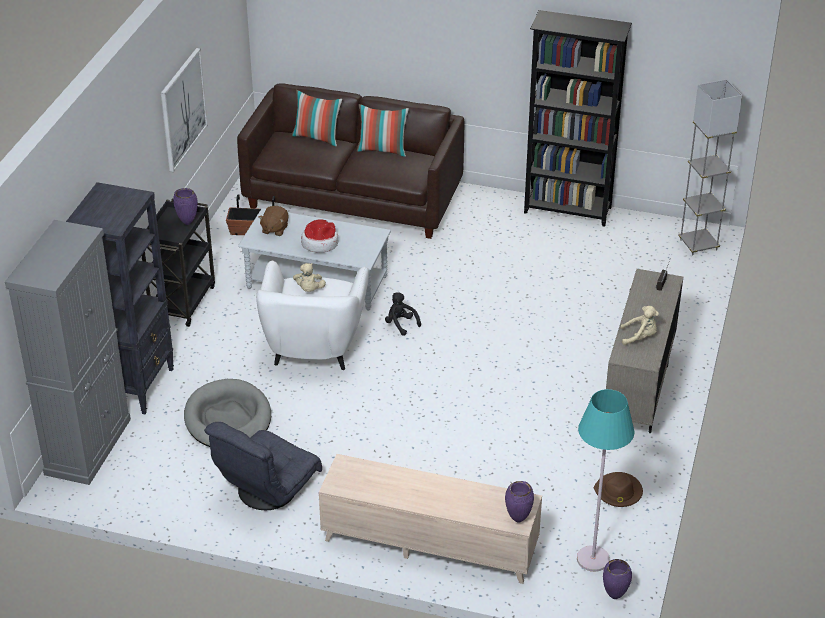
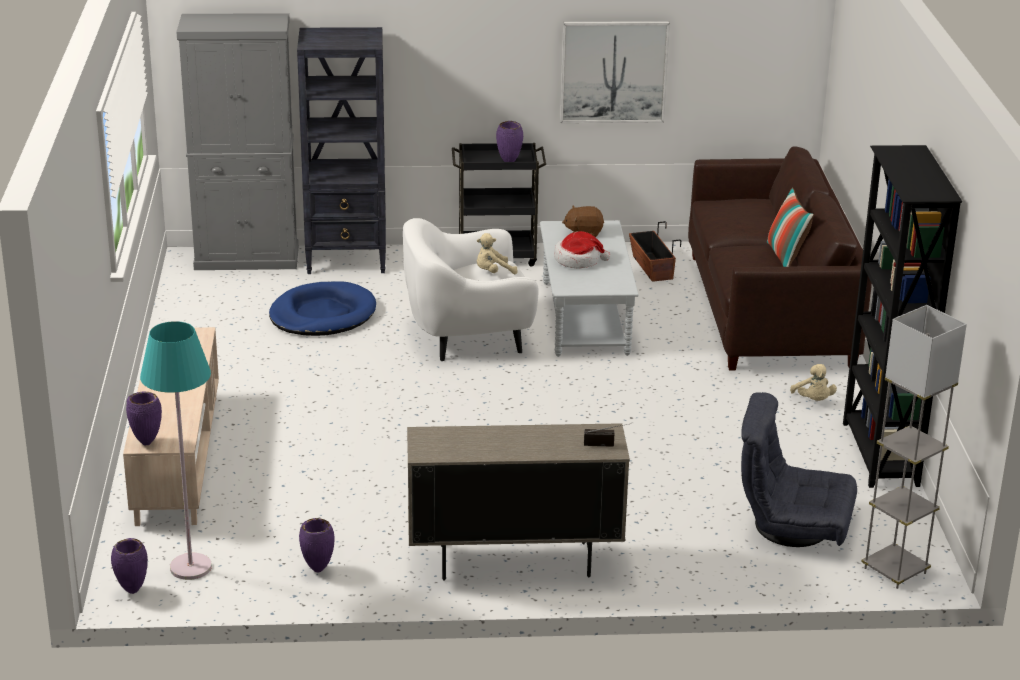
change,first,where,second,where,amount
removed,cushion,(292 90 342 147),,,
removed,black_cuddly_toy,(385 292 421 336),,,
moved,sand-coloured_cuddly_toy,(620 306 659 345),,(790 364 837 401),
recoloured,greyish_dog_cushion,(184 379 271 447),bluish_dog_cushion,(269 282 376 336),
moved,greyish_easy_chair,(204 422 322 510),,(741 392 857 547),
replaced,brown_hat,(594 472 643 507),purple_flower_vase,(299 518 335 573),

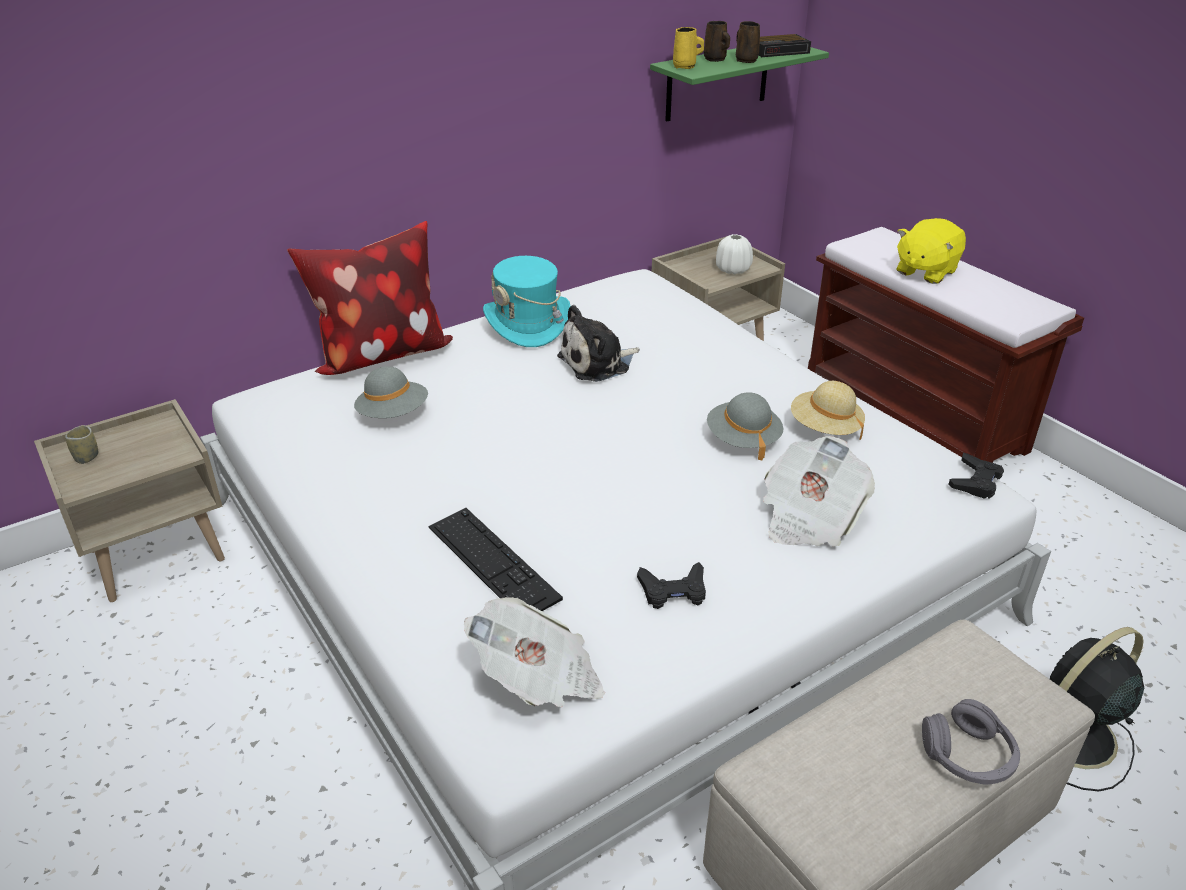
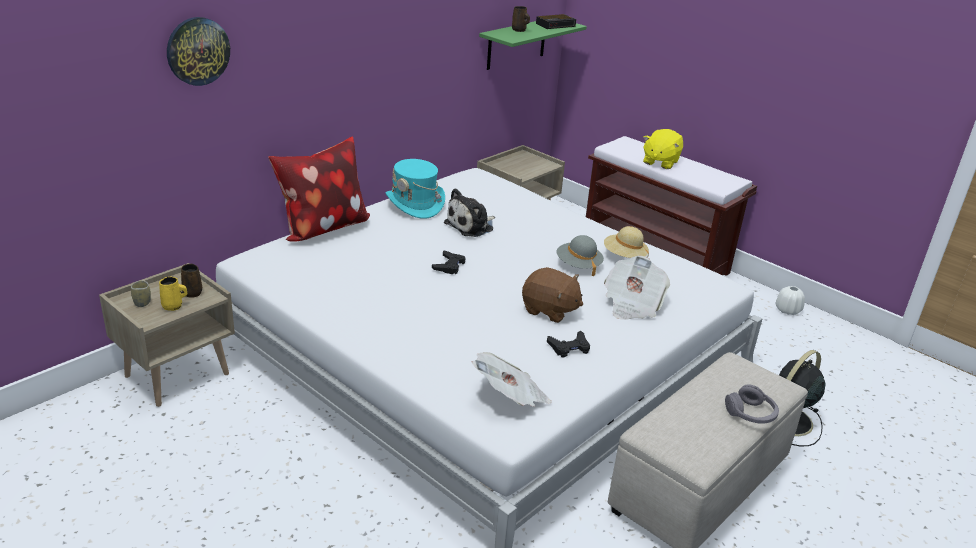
change,first,where,second,where,amount
moved,brown_coffee_mug,(736 21 760 63),,(181 264 202 298),
moved,yellow-coloured_coffee_mug,(673 27 704 69),,(159 277 187 311),
moved,whitish_flower_vase,(716 234 753 274),,(775 286 805 315),
removed,greyish_hat,(354 366 428 418),,,
moved,black_gamepad,(948 453 1004 499),,(432 250 466 274),
removed,PC_keyboard,(429 508 563 611),,,
added,,,wall_clock,(167 17 230 86),
added,,,brown_cuddly_toy,(522 267 583 323),

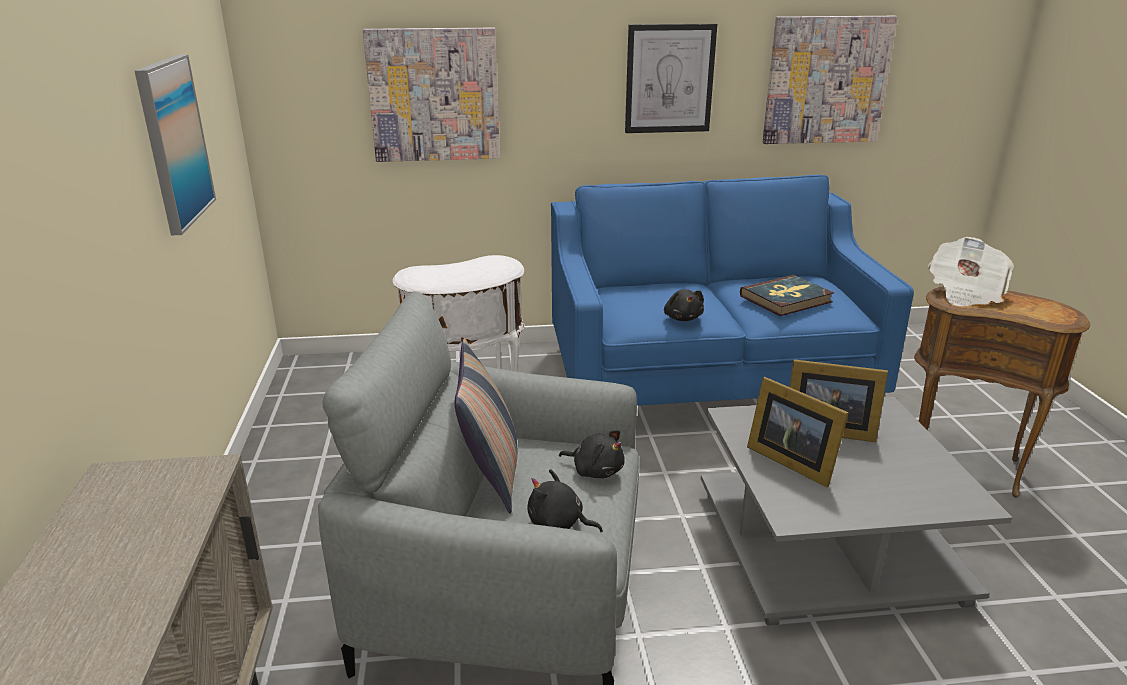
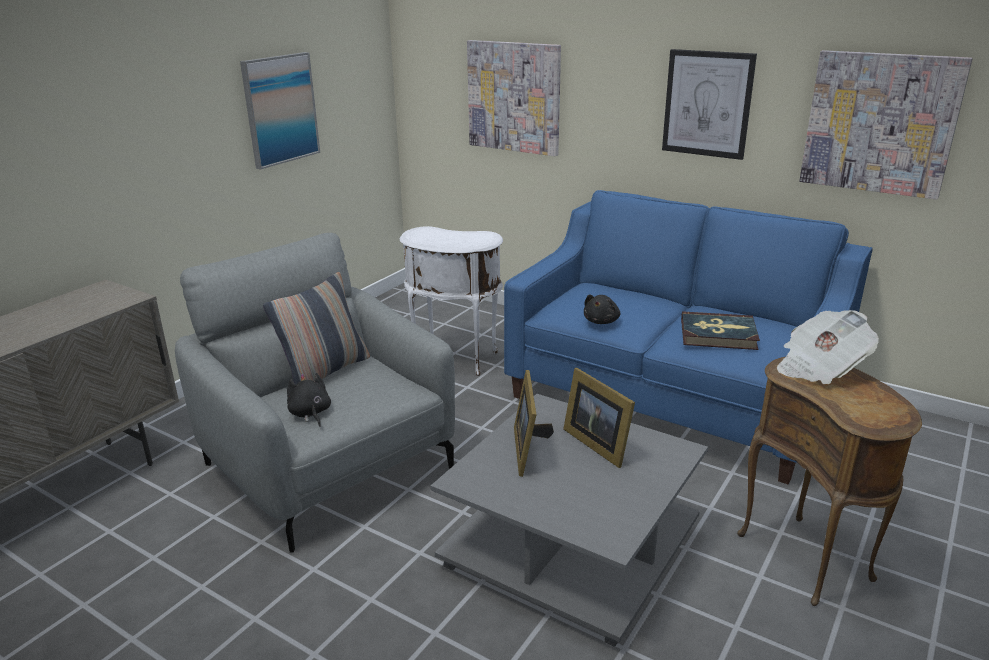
change,first,where,second,where,amount
removed,black_cuddly_toy,(559 430 625 478),,,

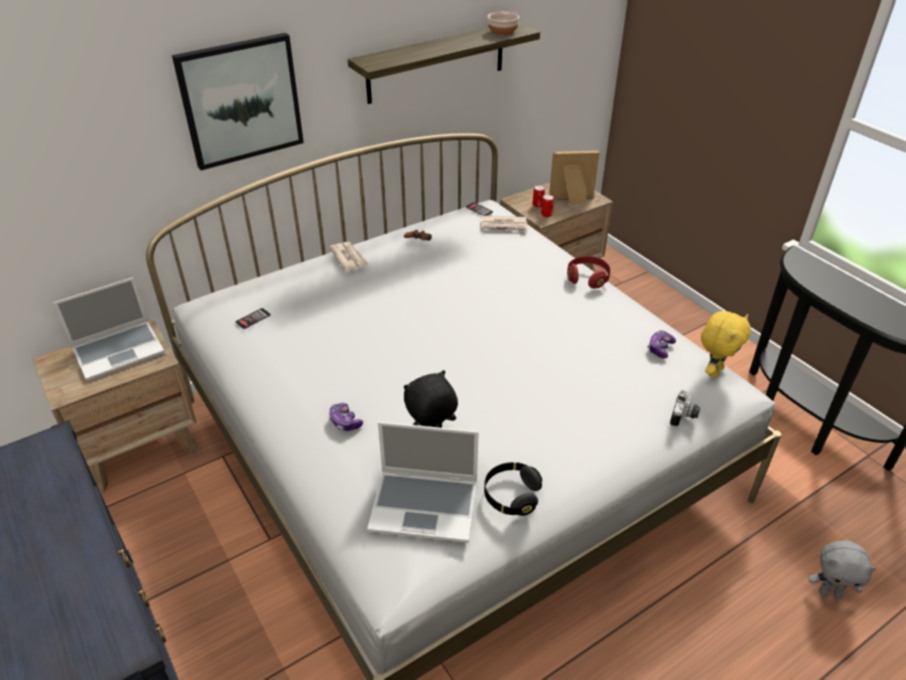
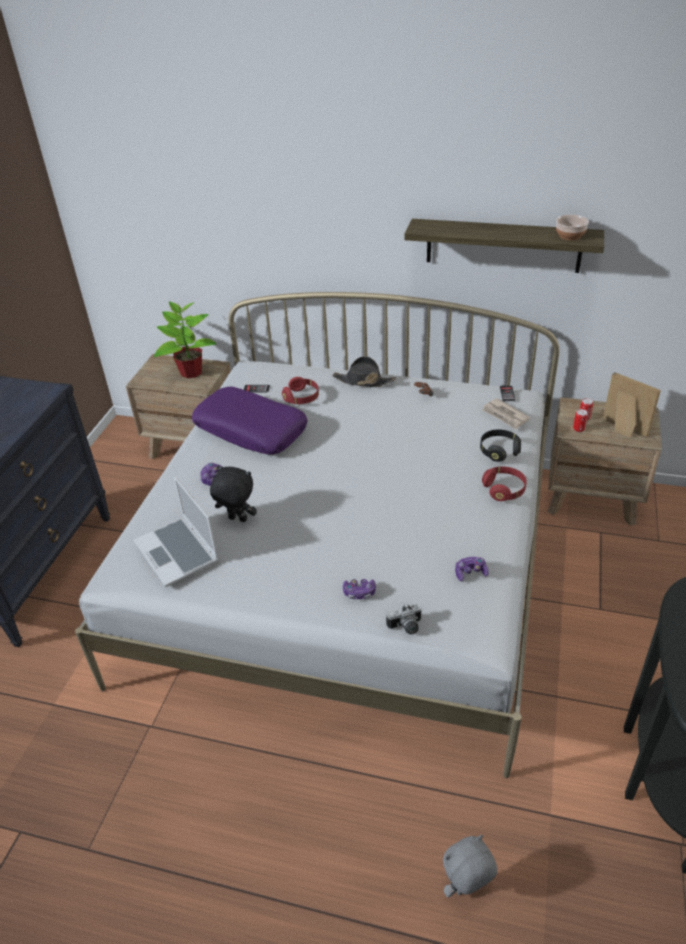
change,first,where,second,where,amount
removed,picture,(172 33 304 170),,,
replaced,printed_paper,(330 242 370 272),black_hat,(333 356 396 387),
replaced,notebook_computer,(53 277 165 381),plant_in_a_pot,(154 302 216 378),
removed,yellow-coloured_cuddly_toy,(701 311 751 378),,,
moved,black_headphones,(484 462 542 516),,(480 430 521 462),
turned,greyish_cuddly_toy,(808 540 876 599),,(443 835 497 898),90 degrees clockwise
added,,,red_headphones,(282 377 319 404),
added,,,purple_cushion,(192 387 308 455),
added,,,gamepad,(343 579 376 599),

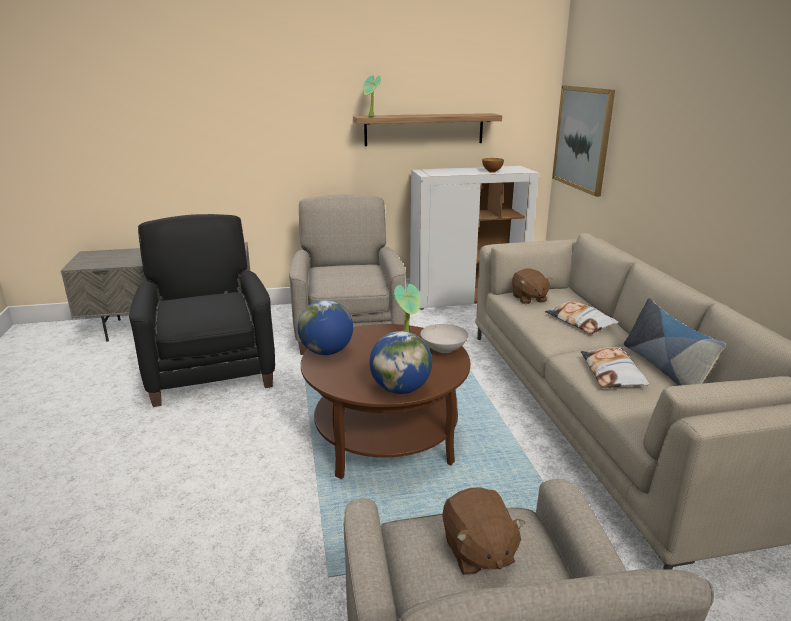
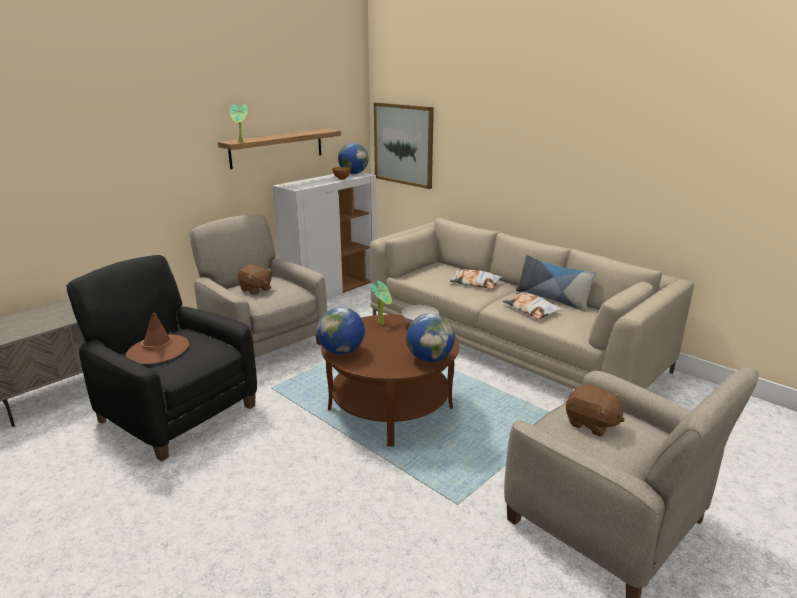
change,first,where,second,where,amount
moved,brown_cuddly_toy,(512 268 552 304),,(238 265 272 295),
added,,,desk_globe,(338 143 368 174),
added,,,brown_hat,(126 313 189 364),

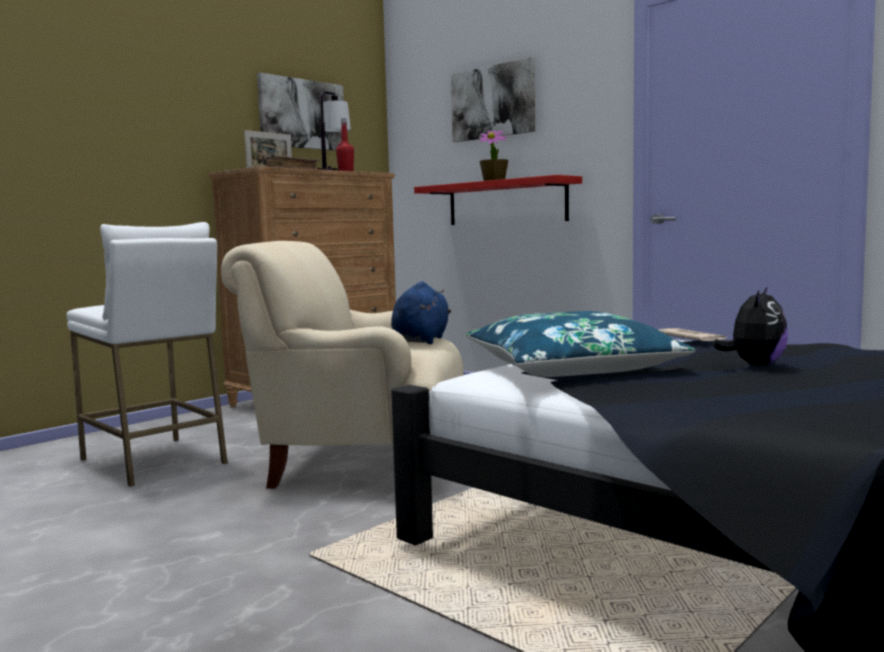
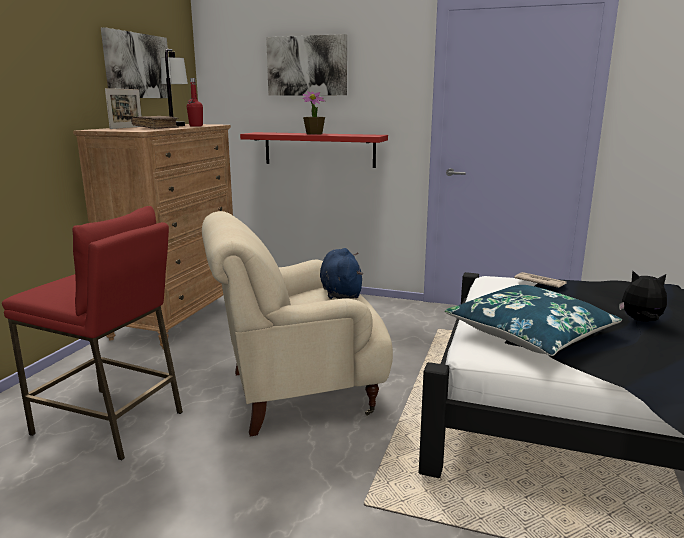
change,first,where,second,where,amount
recoloured,whitish_sitting_stool,(66 222 228 486),red_sitting_stool,(2 206 183 460),
turned,cuddly_toy,(713 286 788 366),,(619 271 667 322),75 degrees counterclockwise

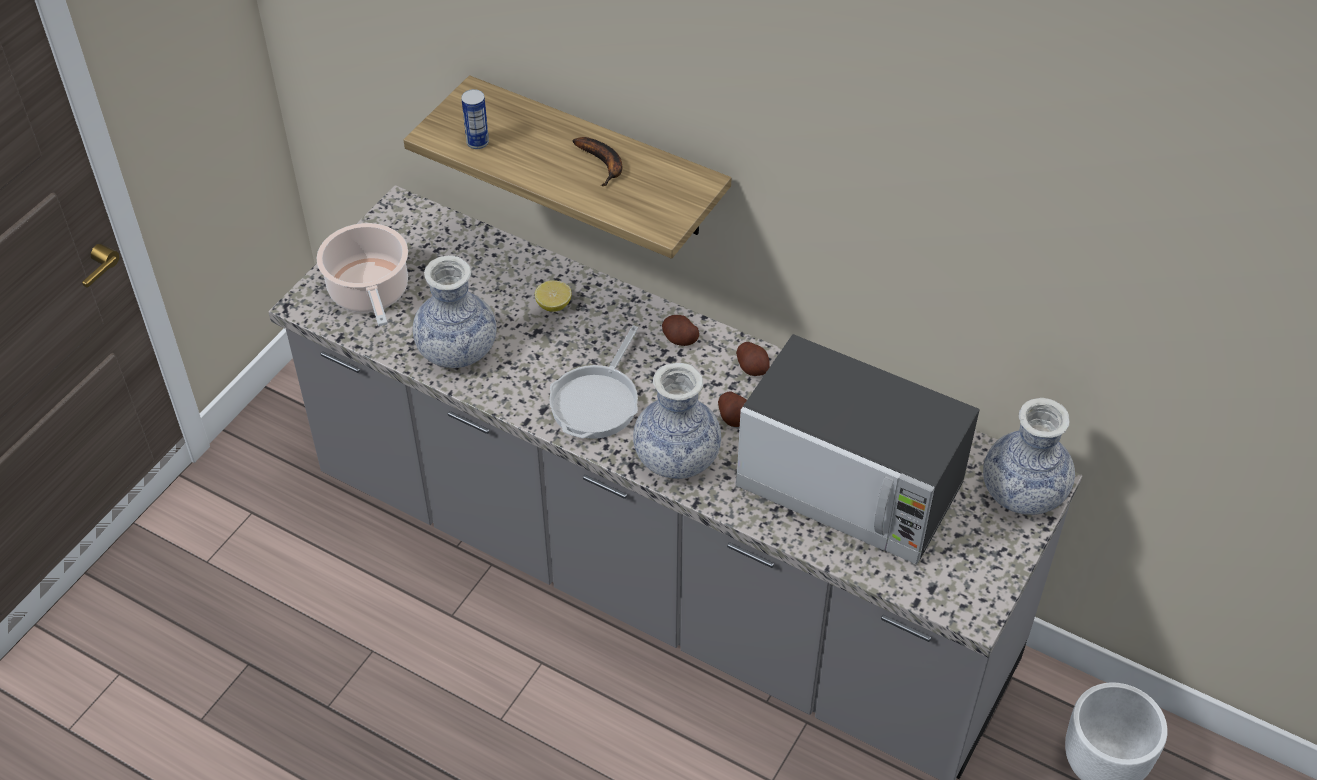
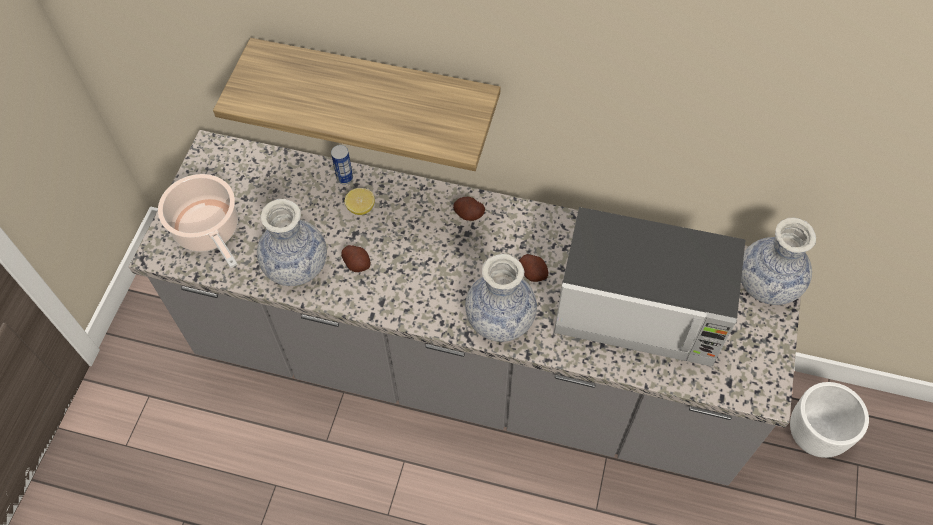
change,first,where,second,where,amount
moved,can,(461 89 489 149),,(331 145 353 185),
removed,banana_fruit,(573 137 622 186),,,
removed,skillet,(549 326 638 439),,,
moved,spud,(736 342 770 376),,(341 245 370 272),

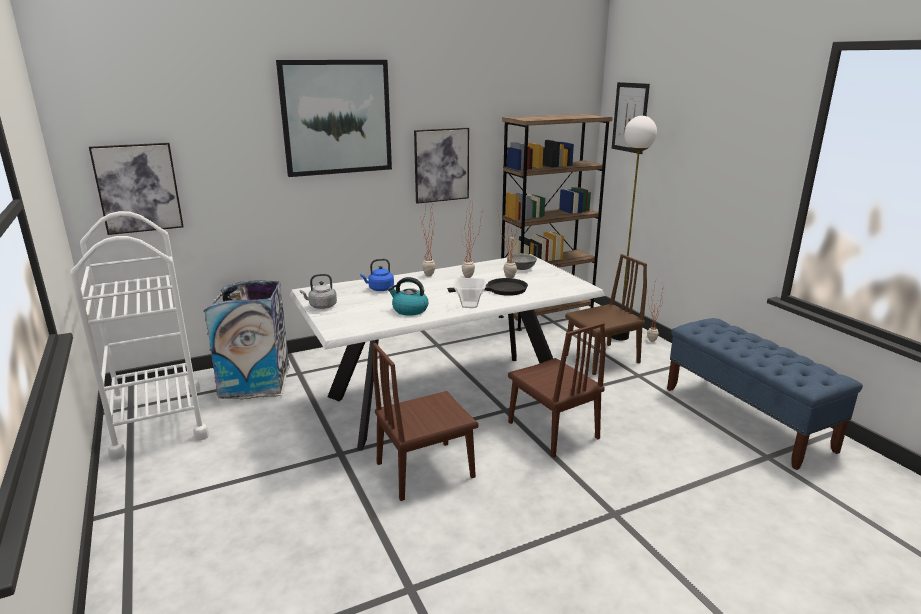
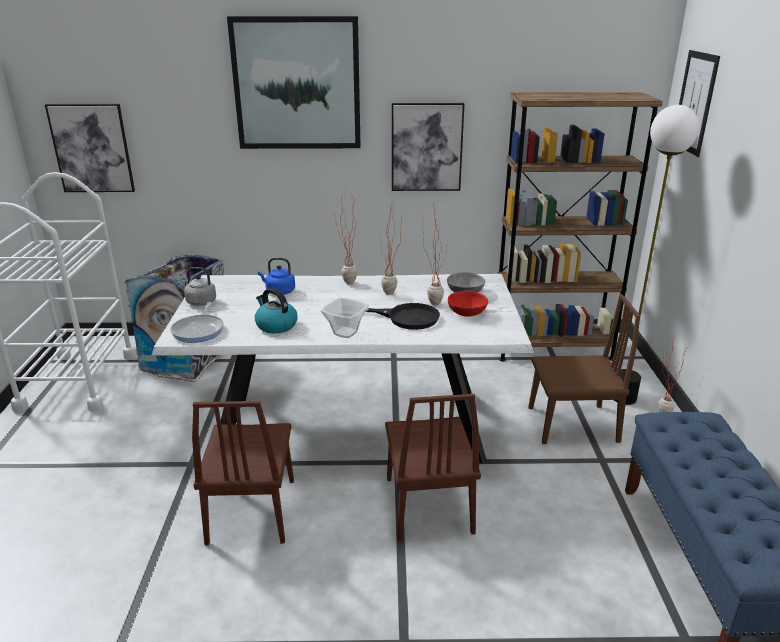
change,first,where,second,where,amount
turned,brown_upright_chair,(373 343 479 501),,(192 401 294 545),90 degrees counterclockwise
added,,,red_bowl,(448 291 488 317),
added,,,skillet,(170 302 224 343),

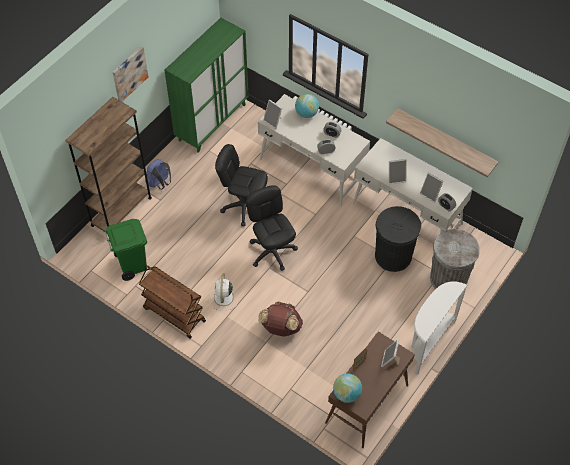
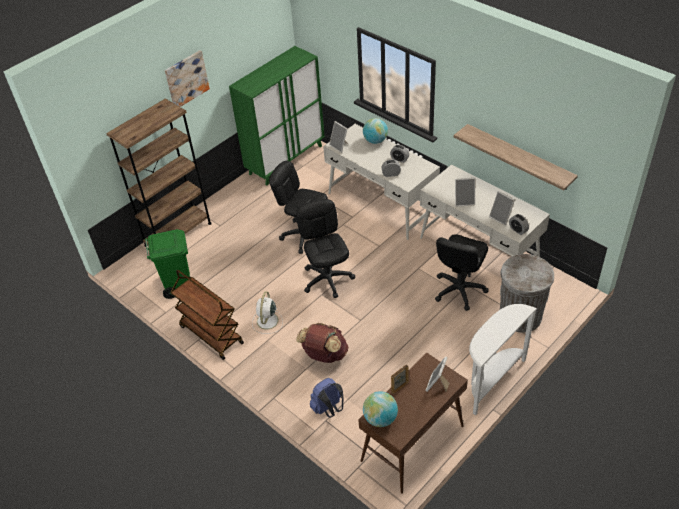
change,first,where,second,where,amount
moved,bluish_rucksack,(145 159 171 190),,(310 378 344 418),
replaced,black_rubbish_bin,(375 206 421 272),black_desk_chair,(435 234 489 311),

